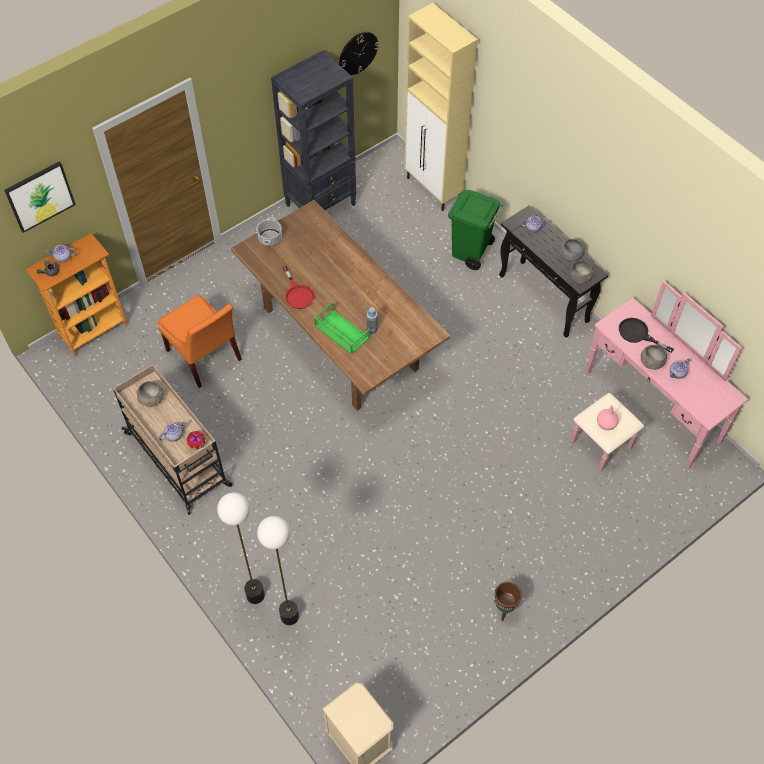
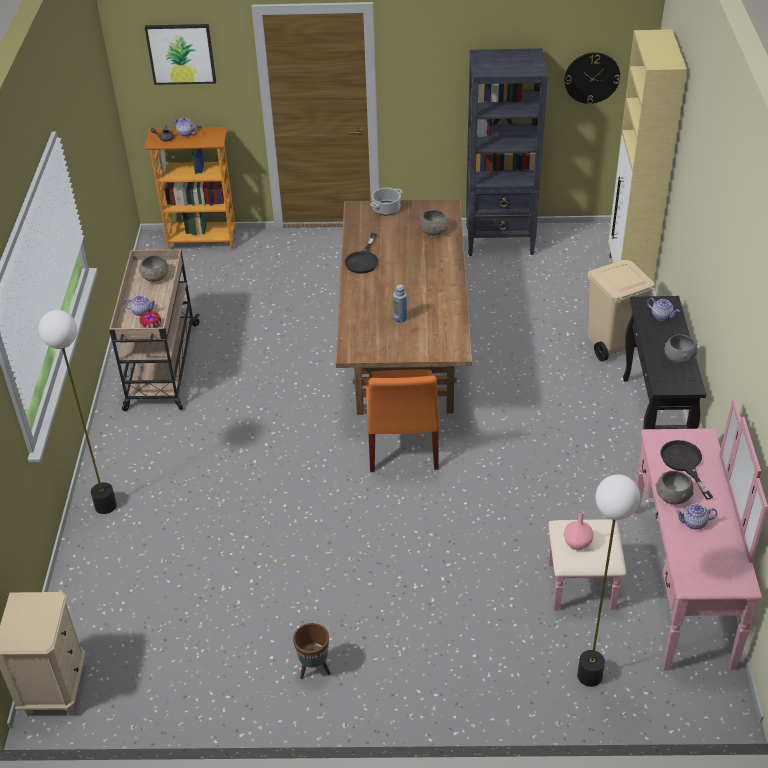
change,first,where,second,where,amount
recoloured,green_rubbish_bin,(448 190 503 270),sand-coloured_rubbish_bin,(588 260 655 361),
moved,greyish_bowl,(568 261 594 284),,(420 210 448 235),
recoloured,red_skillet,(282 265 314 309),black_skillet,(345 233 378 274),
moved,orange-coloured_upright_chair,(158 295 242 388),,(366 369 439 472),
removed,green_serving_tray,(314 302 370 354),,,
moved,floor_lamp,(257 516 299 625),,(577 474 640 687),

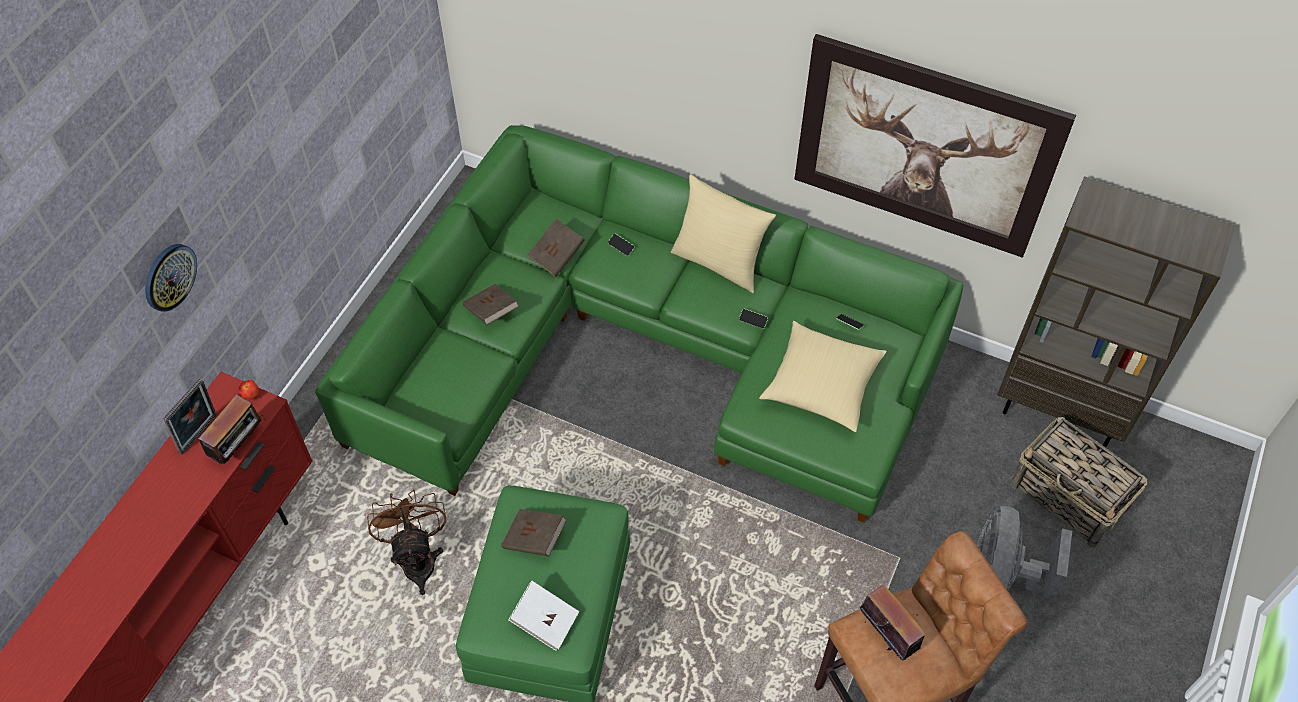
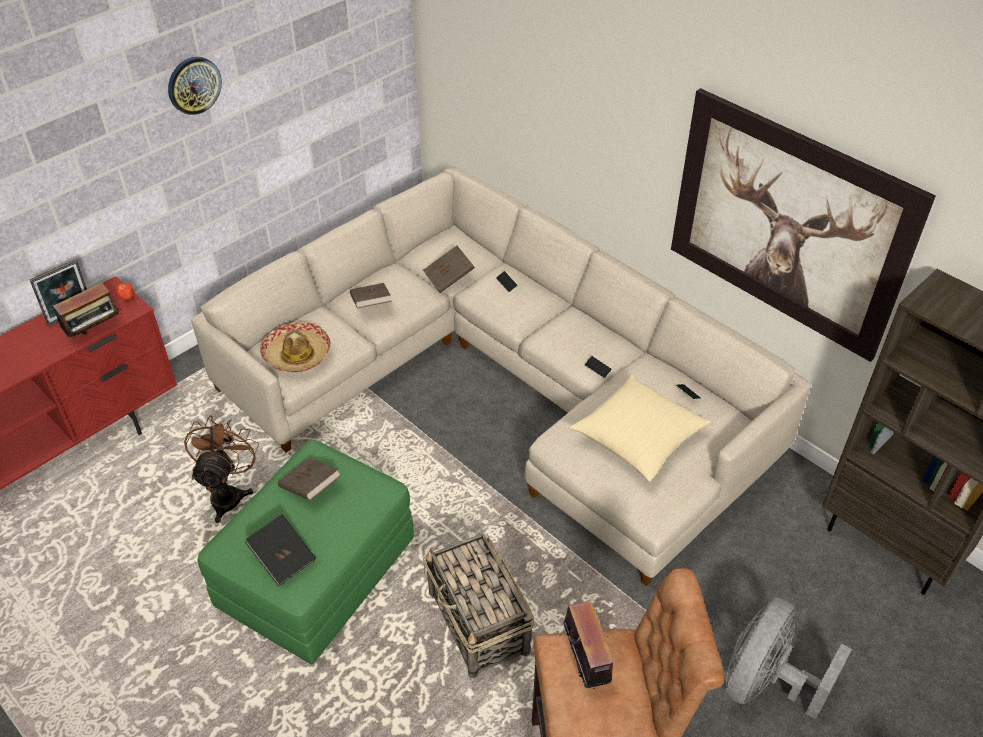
change,first,where,second,where,amount
recoloured,green_settee,(315 125 963 523),sand-coloured_settee,(191 168 811 586),
removed,sand-coloured_cushion,(671 175 776 293),,,
moved,wall_clock,(145 244 197 312),,(168 57 222 115),
moved,storage_basket,(1011 417 1147 548),,(423 533 534 678),
recoloured,whitish_book,(508 581 579 651),black_book,(245 515 316 586),
added,,,hat,(260 322 331 372),

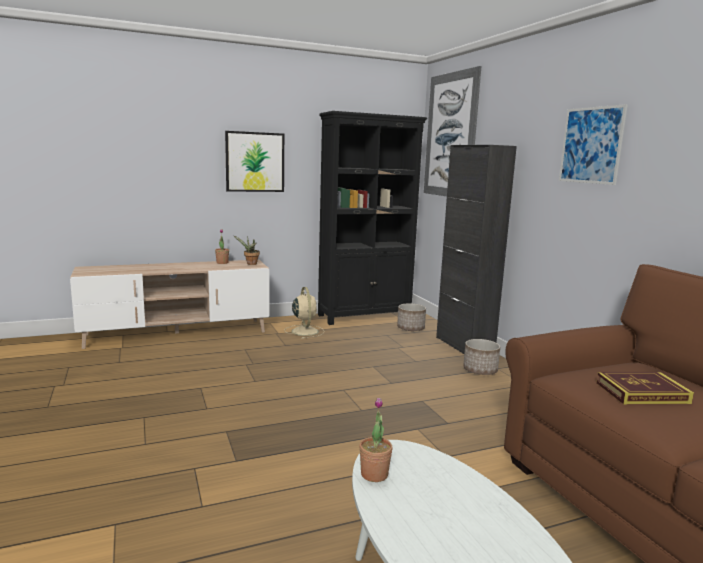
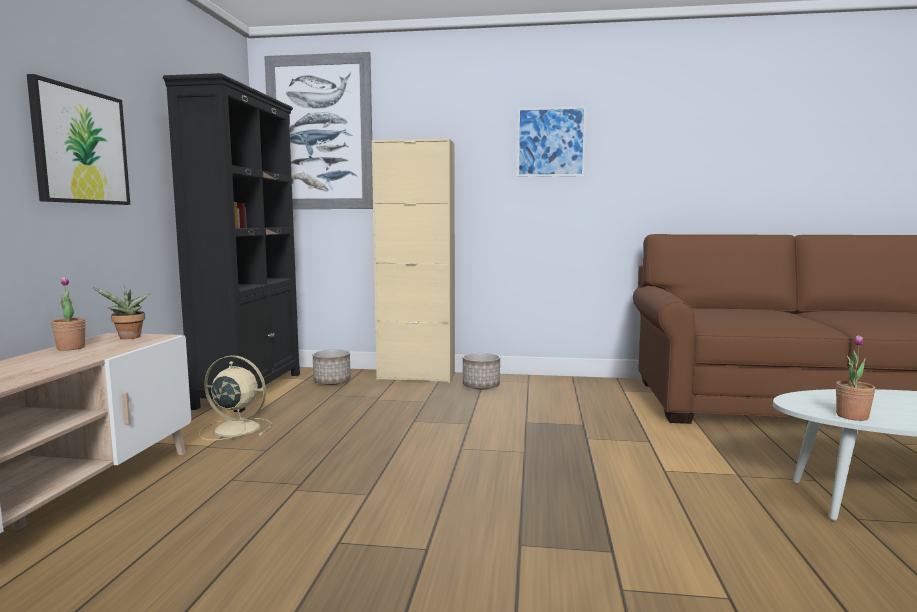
change,first,where,second,where,amount
recoloured,black_storage_cabinet,(436 145 517 354),sand-coloured_storage_cabinet,(372 139 455 383),
removed,book,(596 372 694 404),,,

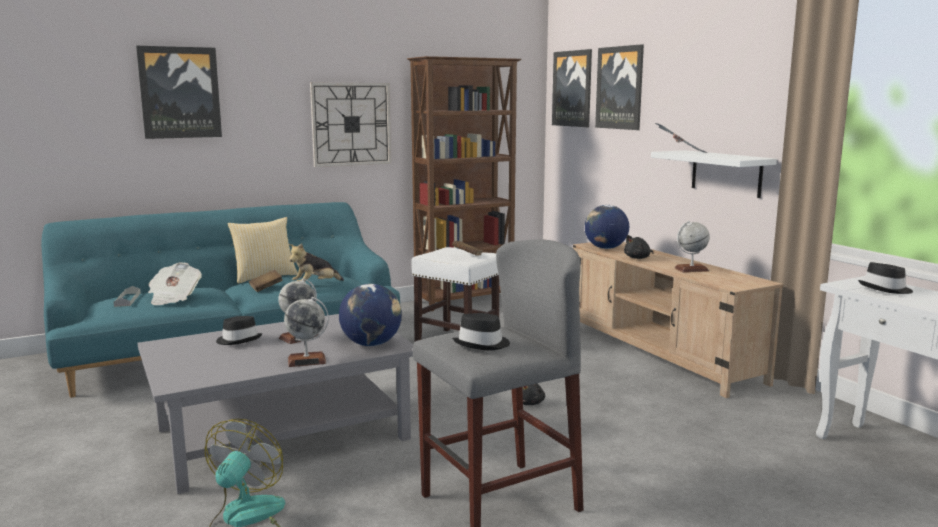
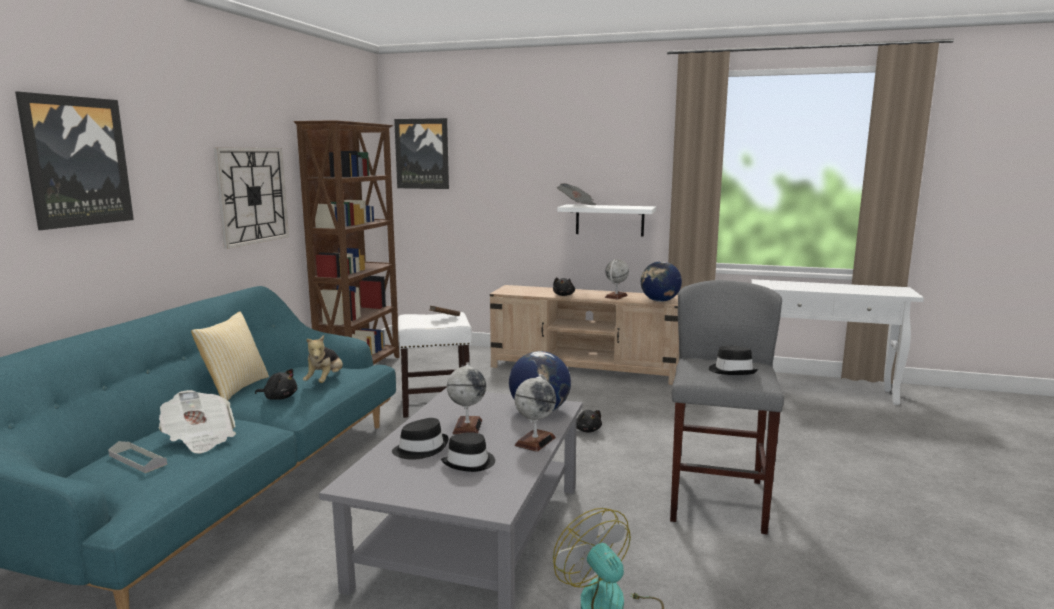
change,first,where,second,where,amount
removed,picture,(595 44 644 130),,,
moved,desk_globe,(585 205 629 249),,(641 261 682 302),
moved,black_hat,(858 262 913 294),,(441 432 495 472),
replaced,brown_book,(249 270 283 292),black_cuddly_toy,(255 369 297 400),

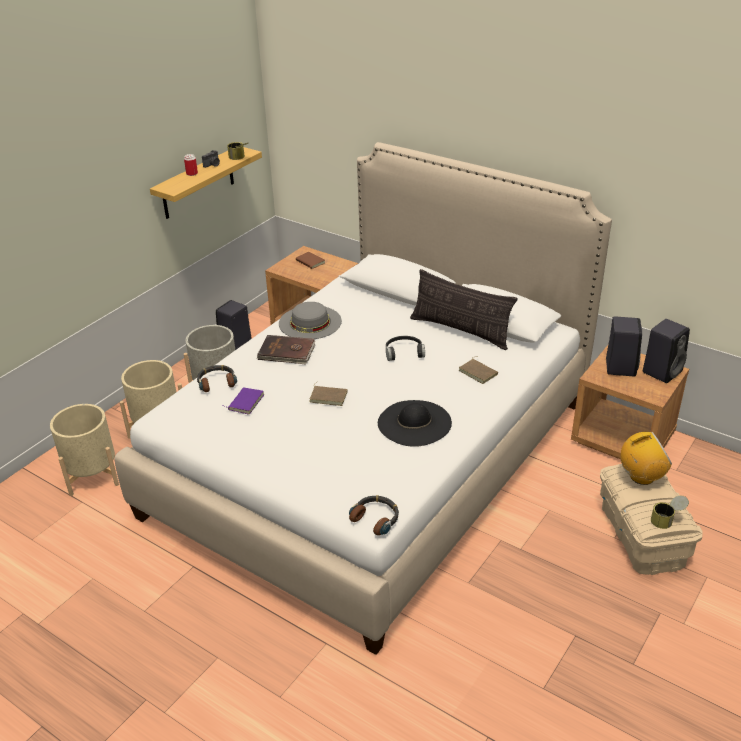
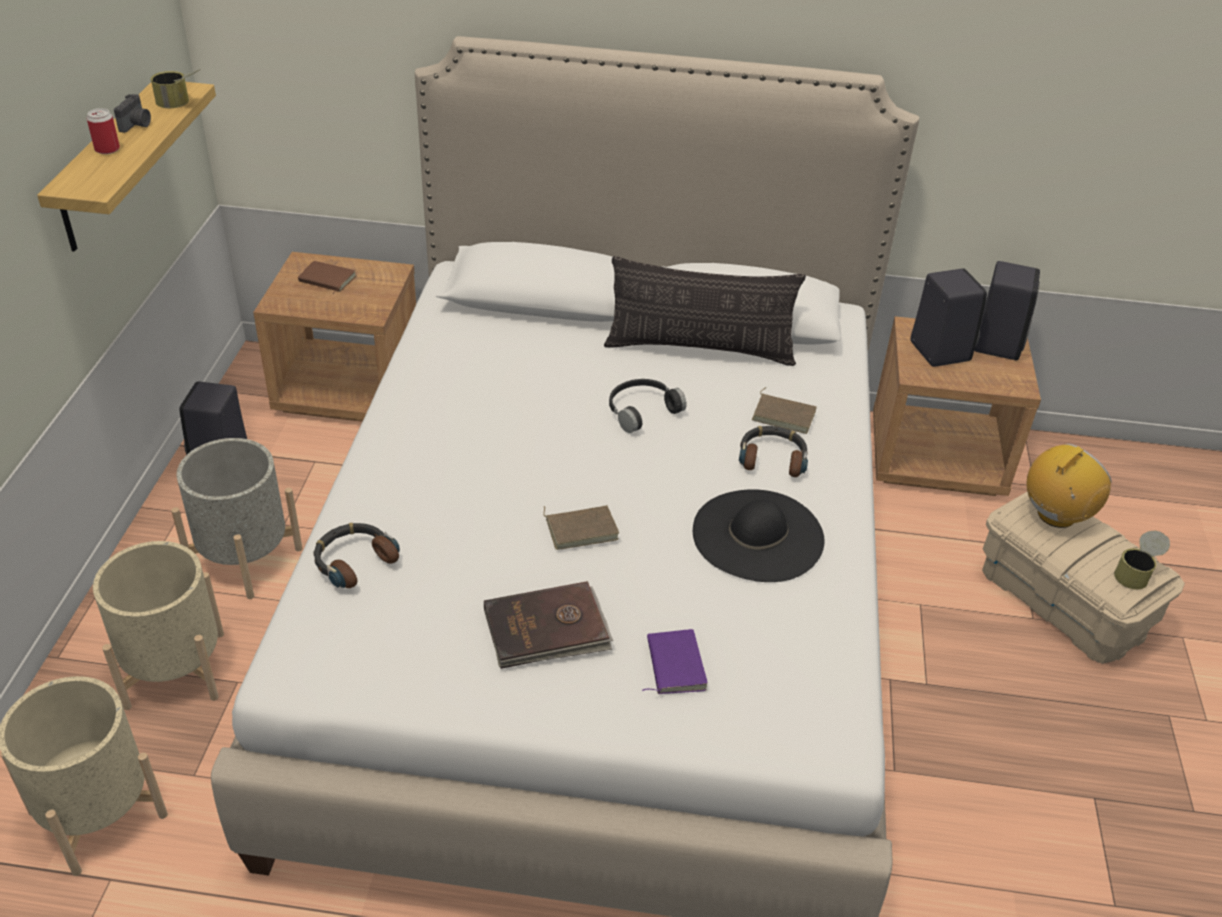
change,first,where,second,where,amount
removed,greyish_hat,(279 302 342 339),,,
moved,brown_book,(257 335 316 365),,(484 581 613 669),
moved,purple_book,(222 387 264 415),,(642 629 708 694),
moved,headphones,(349 495 399 535),,(739 426 808 477),

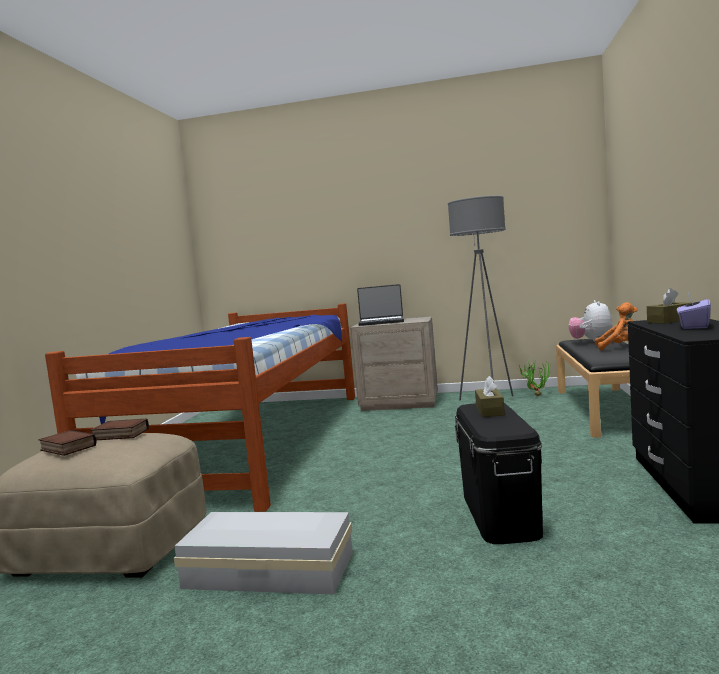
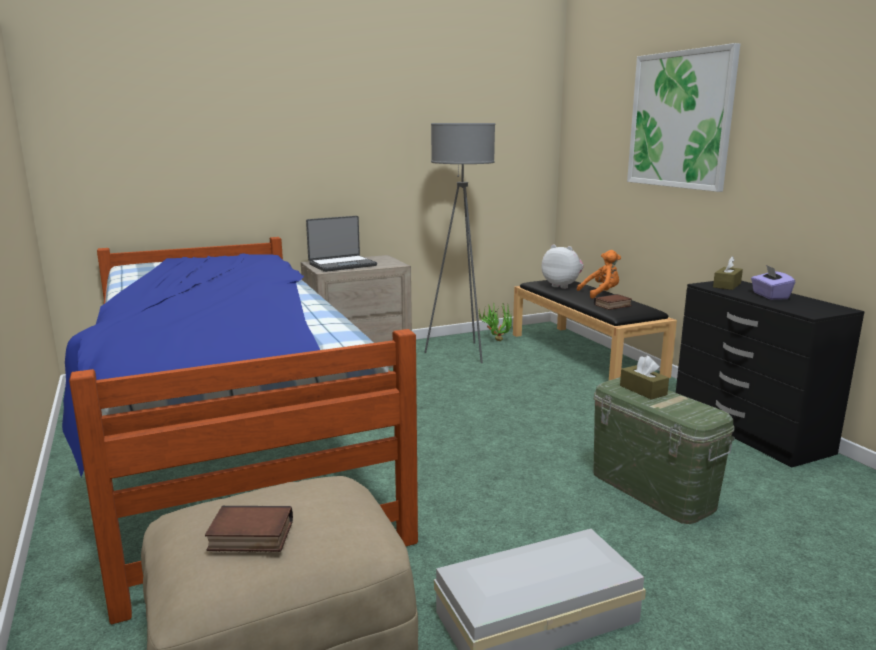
change,first,where,second,where,amount
turned,cuddly_toy,(569 300 613 342),,(541 244 584 289),150 degrees clockwise
recoloured,black_storage_box,(455 403 543 544),green_storage_box,(593 377 735 524),
moved,book,(91 418 149 440),,(594 294 632 310),
added,,,picture,(627 43 740 192),

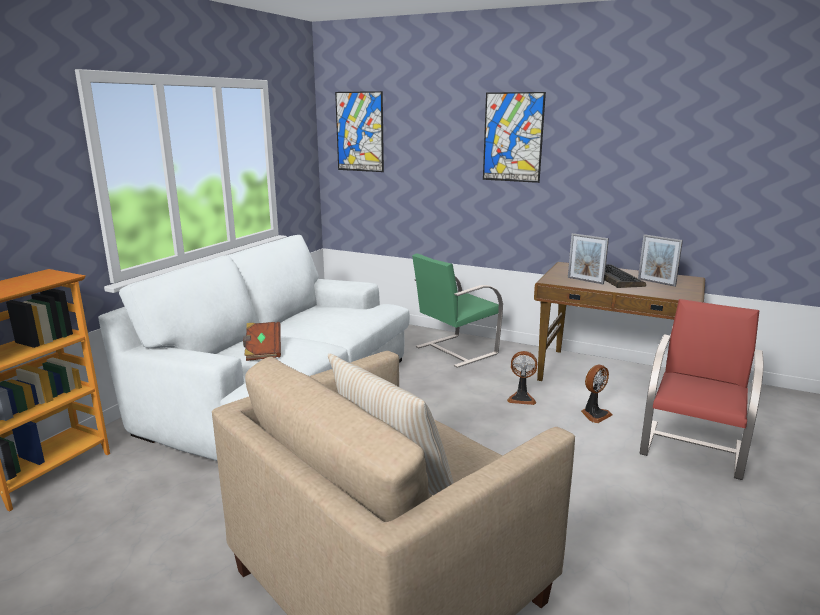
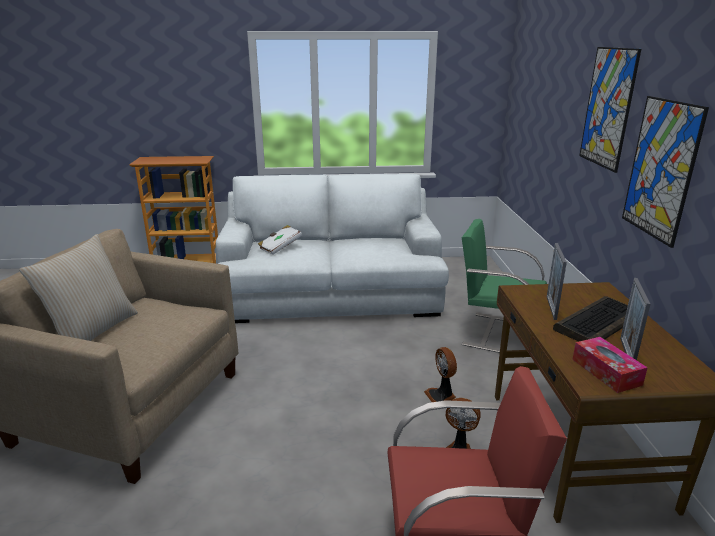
change,first,where,second,where,amount
moved,picture,(335 91 384 172),,(622 96 709 248),
recoloured,brown_book,(243 322 281 361),whitish_book,(258 225 302 255),
added,,,box_of_tissues,(572 337 648 393),

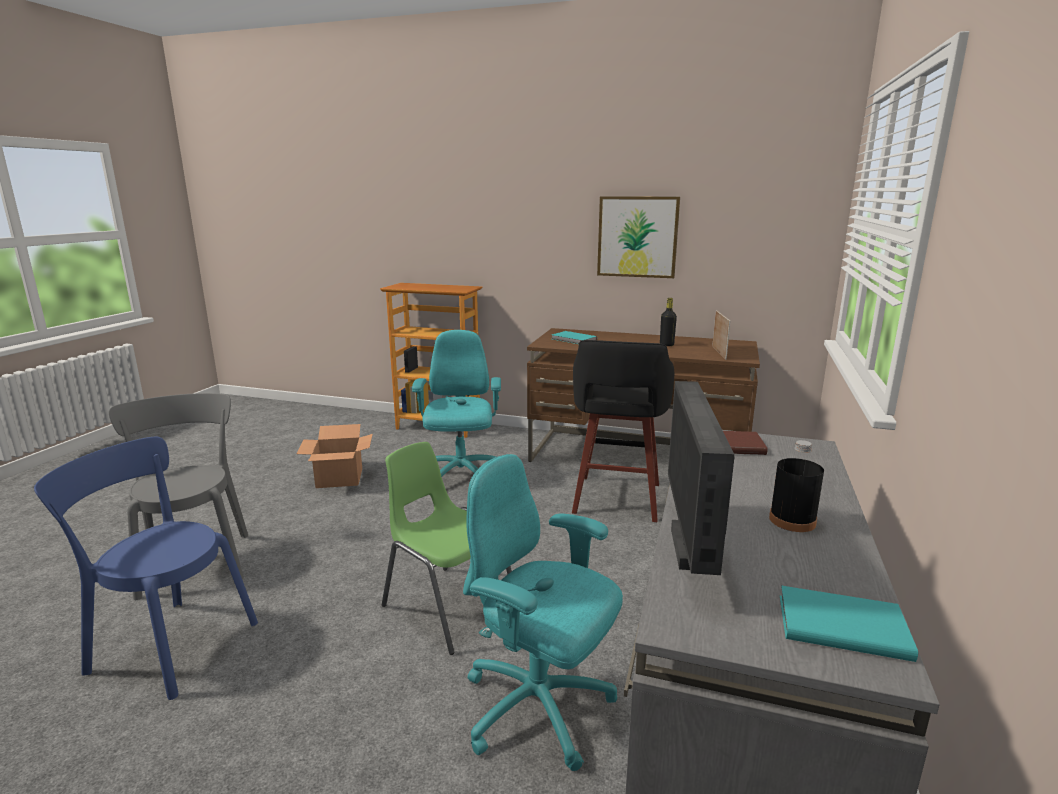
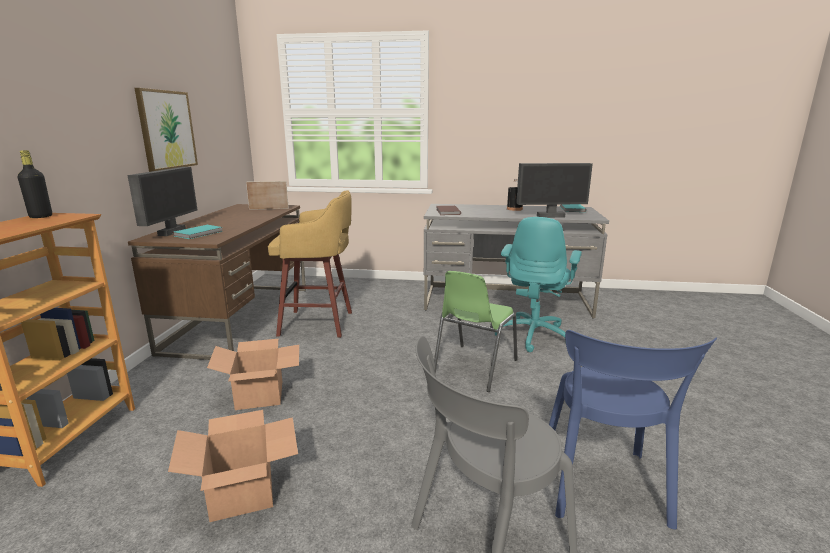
change,first,where,second,where,amount
moved,black_drink_bottle,(660 298 677 346),,(18 150 52 218),
replaced,turquoise_desk_chair,(412 330 501 477),carton,(207 339 299 410),
recoloured,black_sitting_stool,(572 340 674 522),yellow-coloured_sitting_stool,(268 190 352 338),
added,,,monitor,(127 167 197 236),

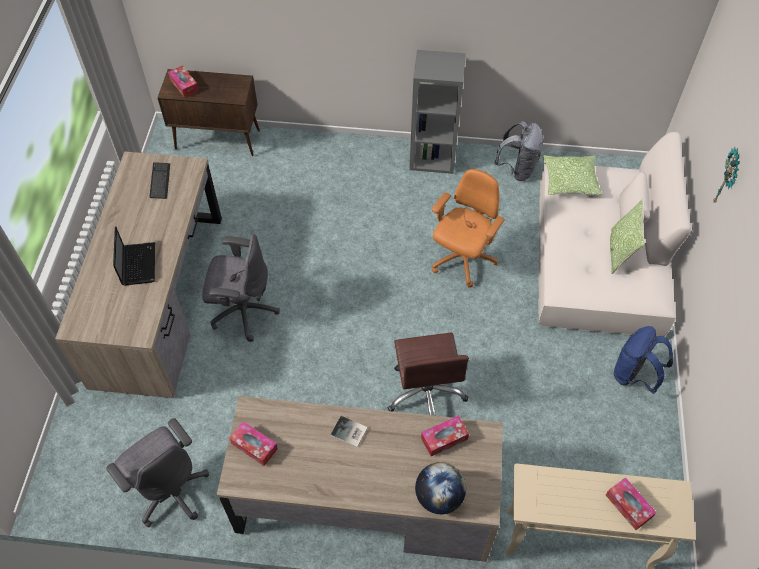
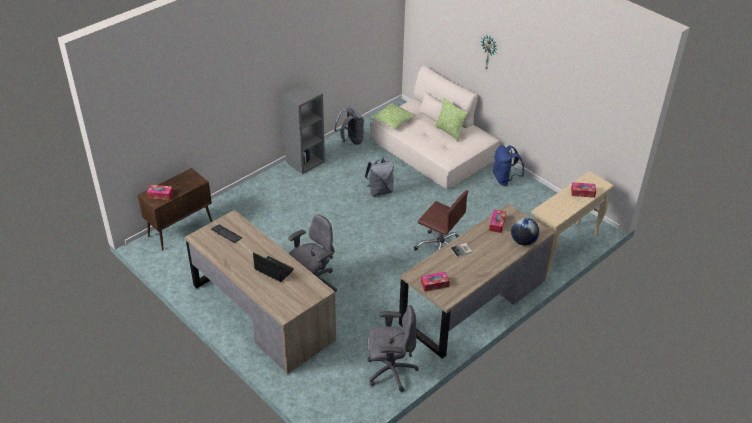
change,first,where,second,where,amount
replaced,orange-coloured_desk_chair,(432 169 505 288),greyish_rucksack,(365 157 394 196),

